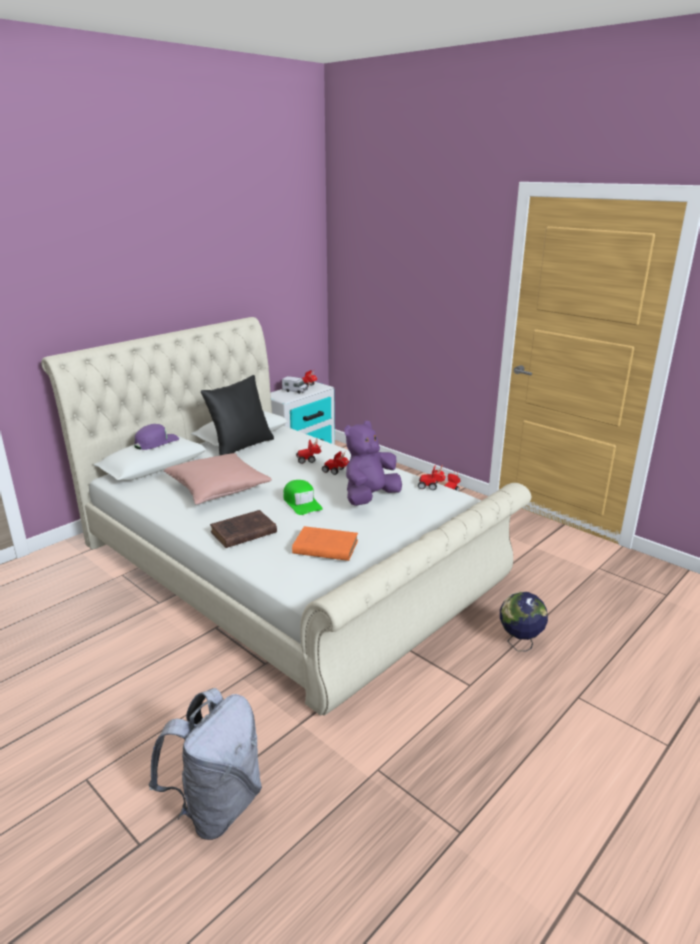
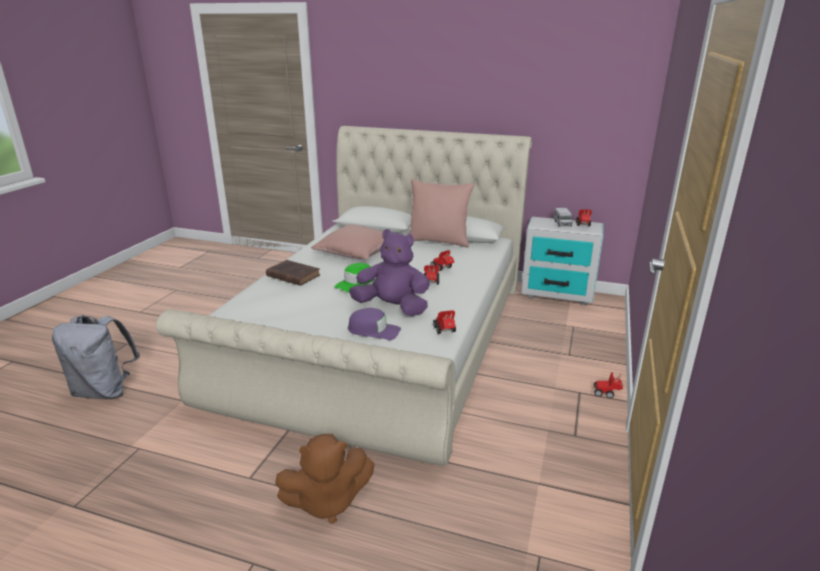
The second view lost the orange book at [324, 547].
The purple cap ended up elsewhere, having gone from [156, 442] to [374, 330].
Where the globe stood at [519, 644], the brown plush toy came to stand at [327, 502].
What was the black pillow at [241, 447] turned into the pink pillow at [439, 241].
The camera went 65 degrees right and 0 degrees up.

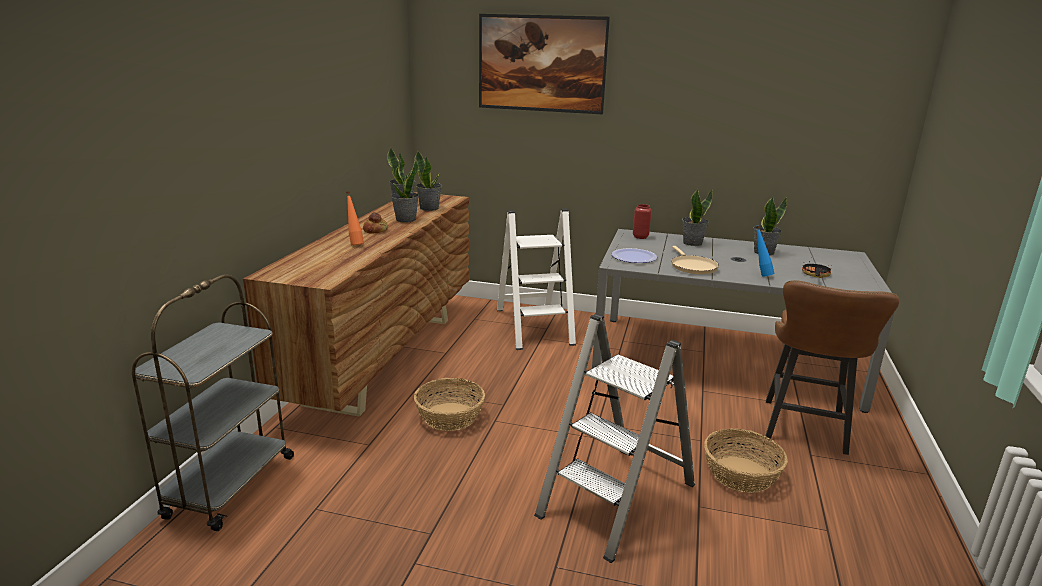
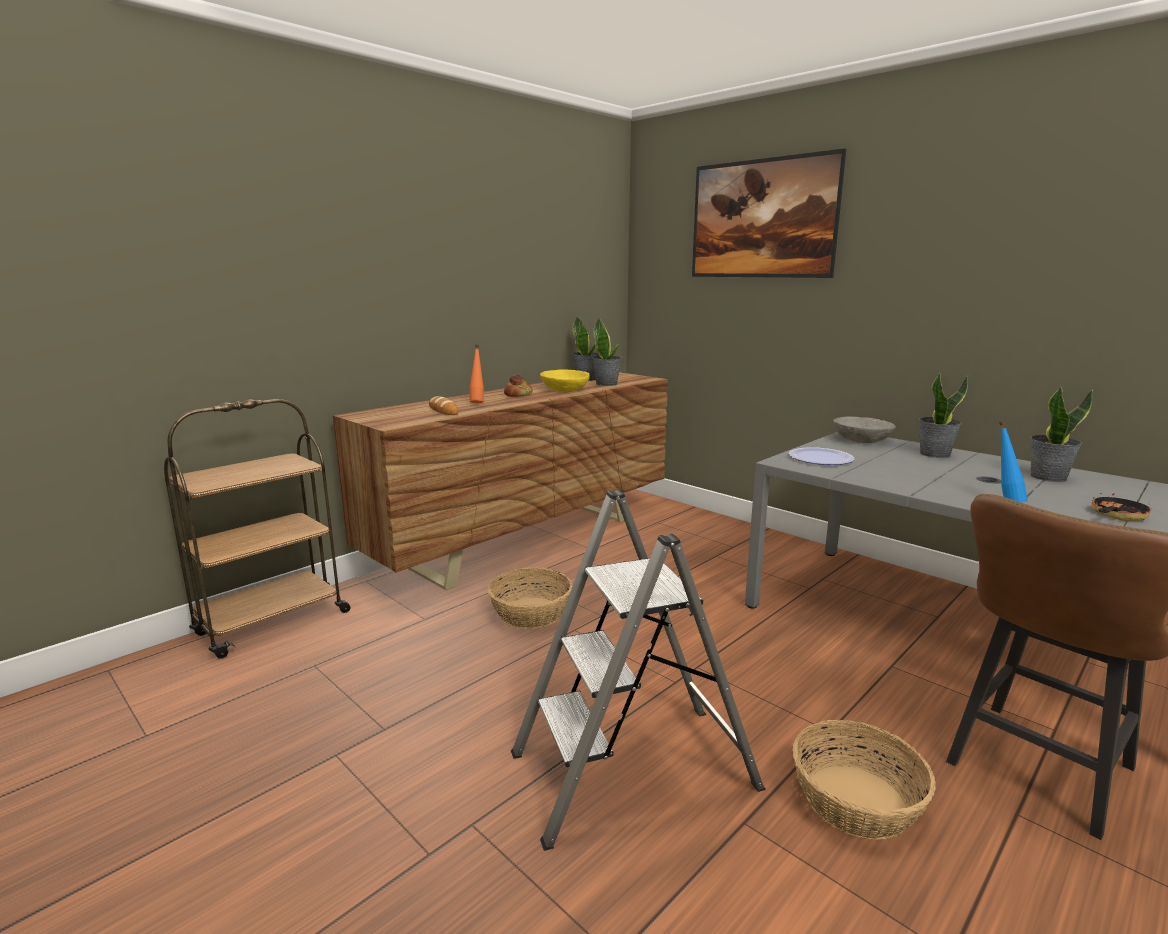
The second view lost the white step ladder at [534, 326].
The second view lost the beige frying pan at [692, 266].
The second view gained the bread at [443, 410].
Where the potted plant stood at [405, 219], the yellow bowl came to stand at [565, 390].
Where the red vase stood at [640, 237], the grey bowl came to stand at [861, 440].
What was the grey cart at [229, 488] turned into the brown cart at [271, 624].
The camera went 30 degrees right and 5 degrees down.

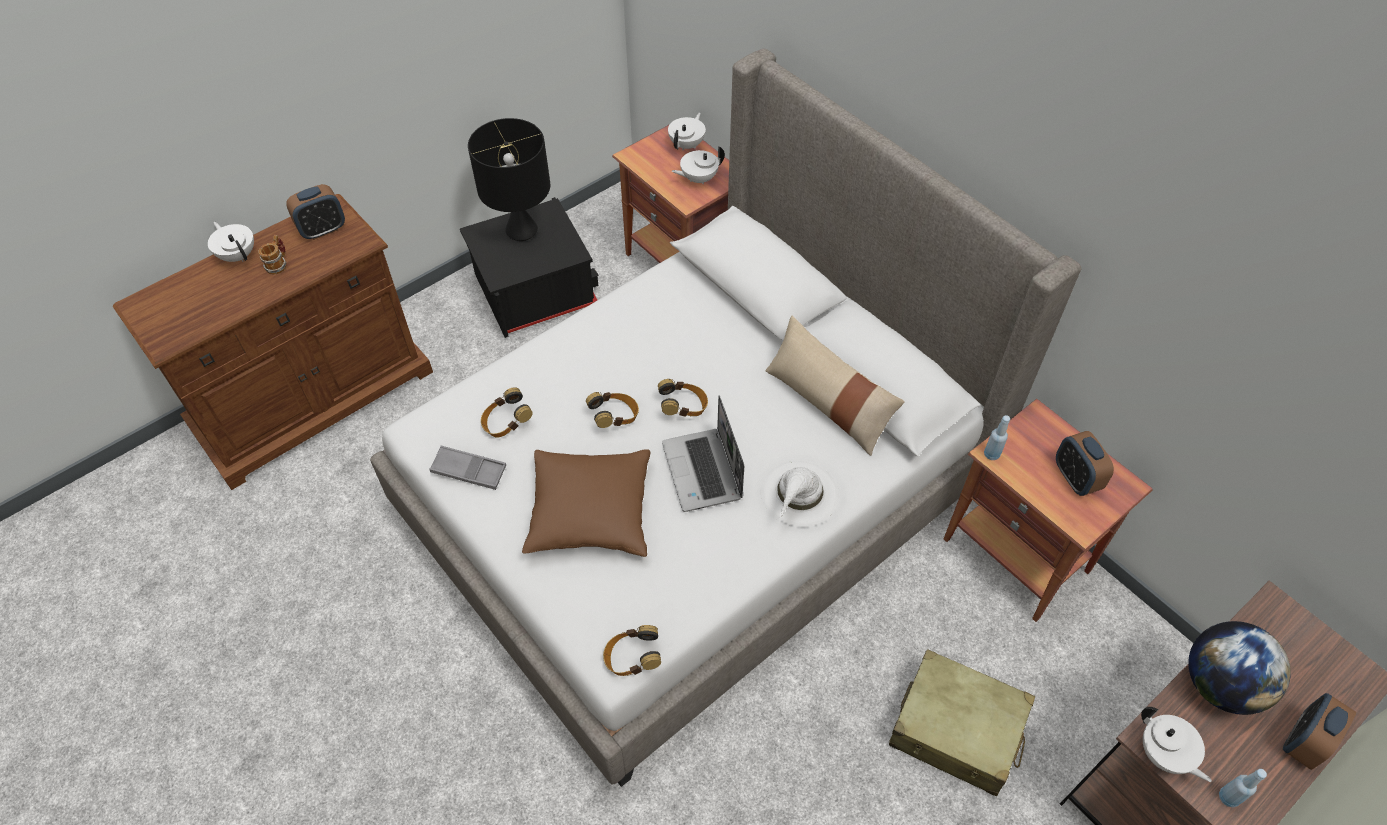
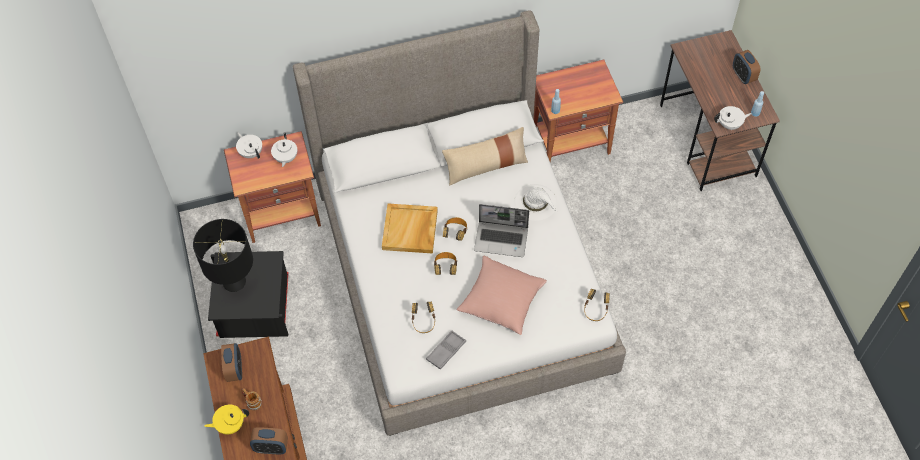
The second view lost the beige suitcase at [956, 730].
The second view lost the globe at [1219, 684].
The second view gained the beige tray at [410, 230].
The alarm clock ended up elsewhere, having gone from [1075, 478] to [271, 447].
What was the white teapot at [238, 255] turned into the yellow teapot at [230, 424].
What was the brown pillow at [590, 512] turned into the pink pillow at [501, 300].
The camera went 65 degrees left and 5 degrees up.

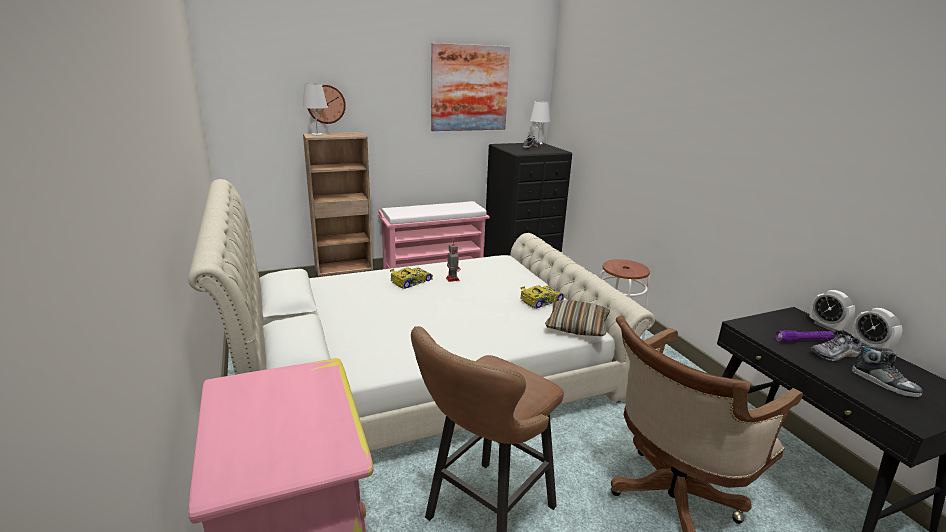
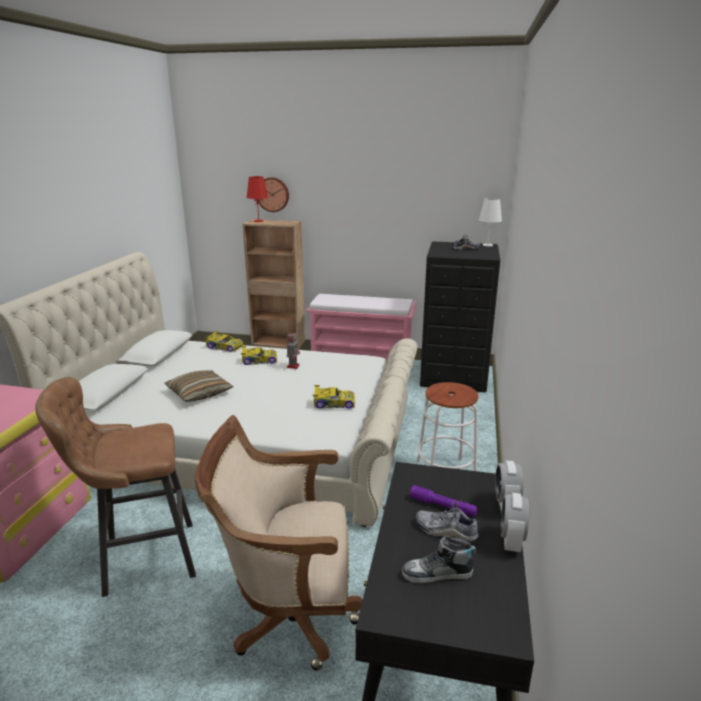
The second view lost the picture at [469, 88].
The second view gained the toy car at [224, 346].
The pillow ended up elsewhere, having gone from [576, 326] to [199, 393].
What was the white table lamp at [317, 134] turned into the red table lamp at [258, 221].
The shoe at [884, 383] ended up facing another way, 90 degrees clockwise from before.
The camera went 35 degrees right and 0 degrees up.

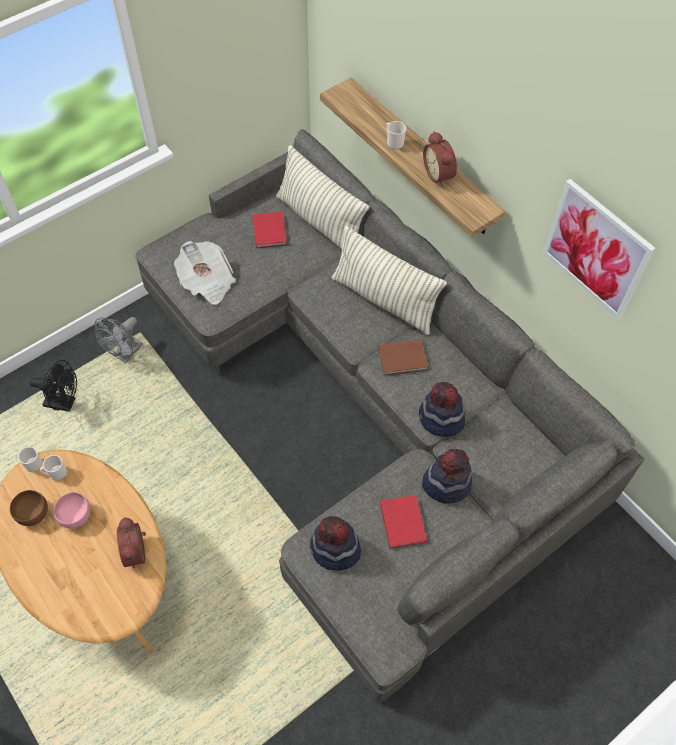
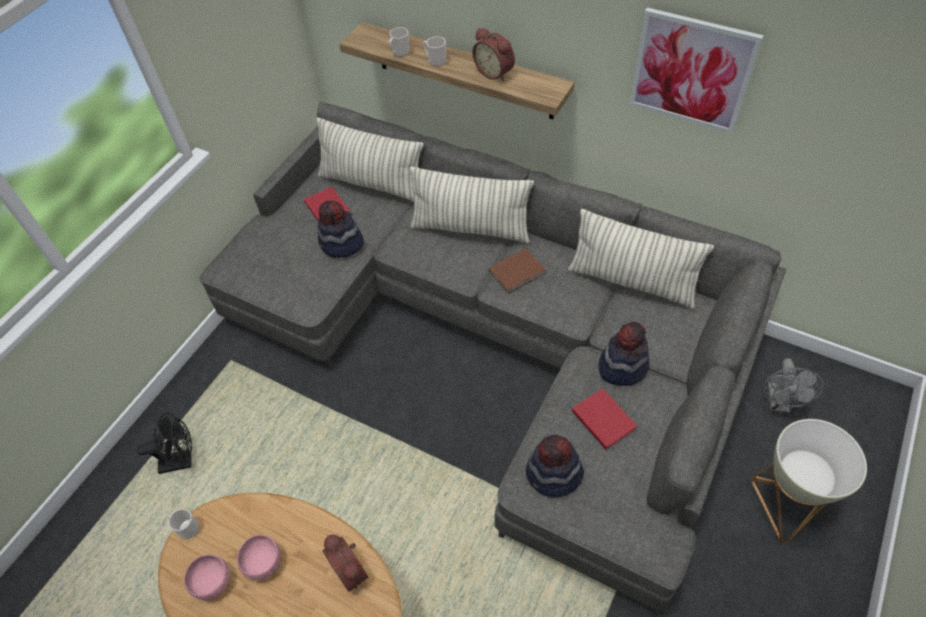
The second view lost the newspaper at [207, 282].
The second view gained the pillow at [631, 282].
The second view gained the planter at [784, 503].
The mug ended up elsewhere, having gone from [56, 473] to [399, 53].
The grey fan ended up elsewhere, having gone from [125, 354] to [779, 403].
The hat ended up elsewhere, having gone from [440, 419] to [341, 244].
What was the brown bowl at [33, 514] turned into the pink bowl at [213, 582].
The camera went 20 degrees left and 5 degrees down.

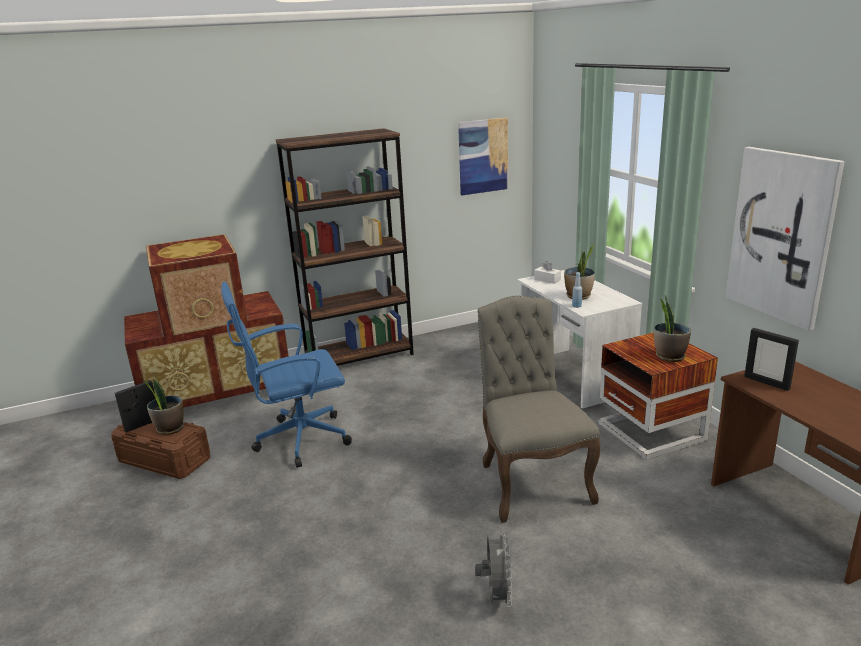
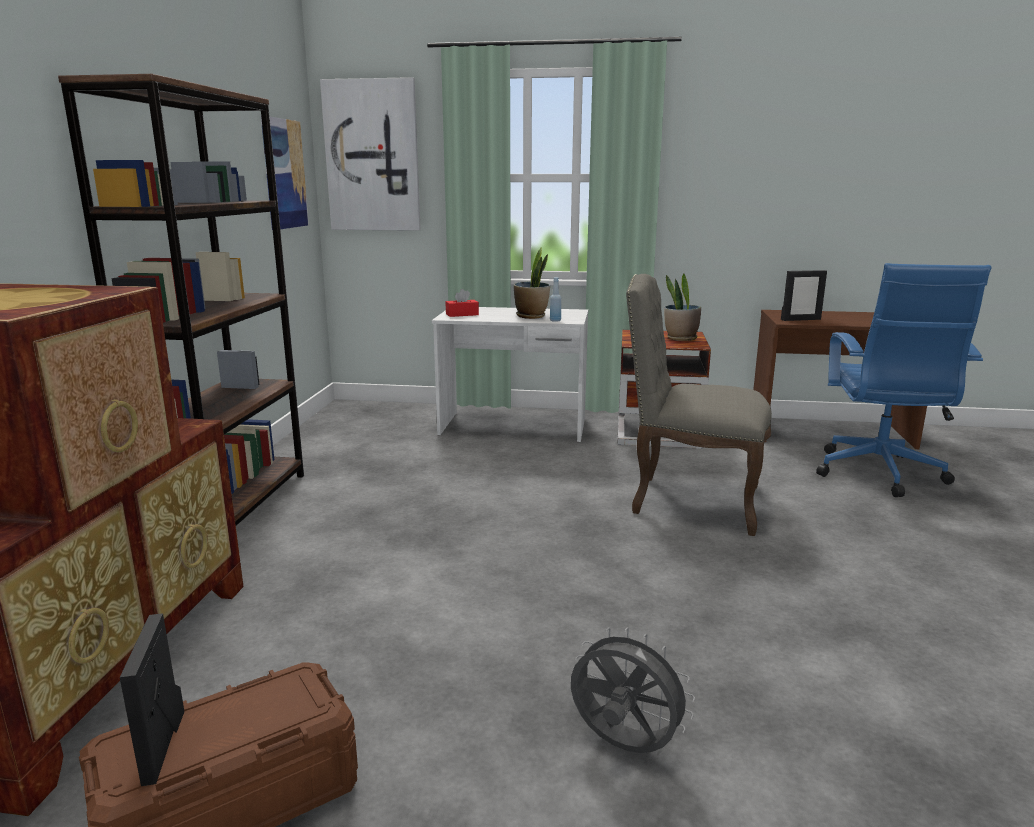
The second view lost the potted plant at [170, 428].
The blue office chair ended up elsewhere, having gone from [298, 440] to [879, 475].
The grey fan ended up elsewhere, having gone from [496, 597] to [622, 746].
The picture ended up elsewhere, having gone from [781, 236] to [372, 156].
What was the white tissue box at [547, 279] turned into the red tissue box at [462, 314].
The camera went 60 degrees left and 5 degrees down.

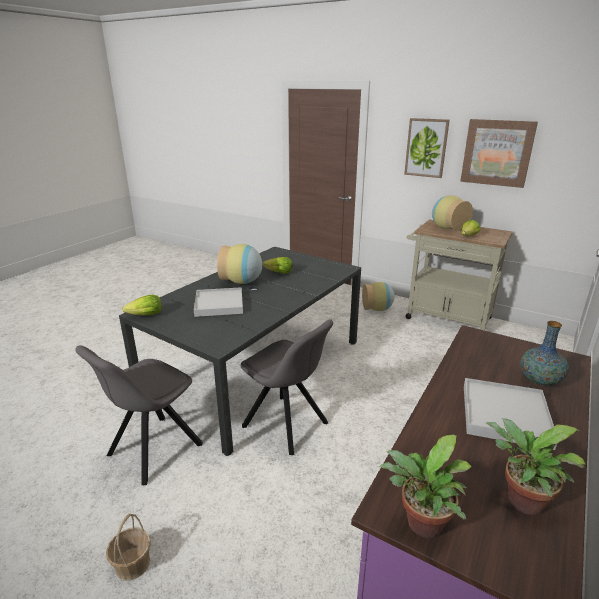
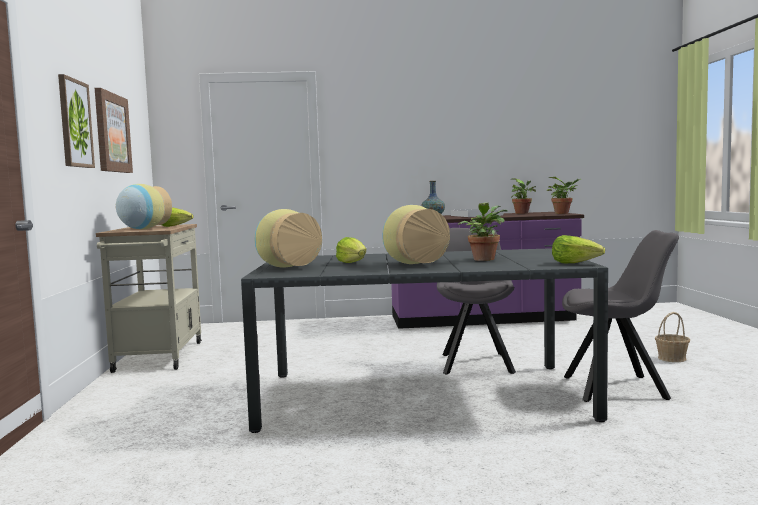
The vase ended up elsewhere, having gone from [377, 309] to [286, 267].
Where the white tray stood at [219, 304], the potted plant came to stand at [484, 259].
The camera went 125 degrees left and 20 degrees down.

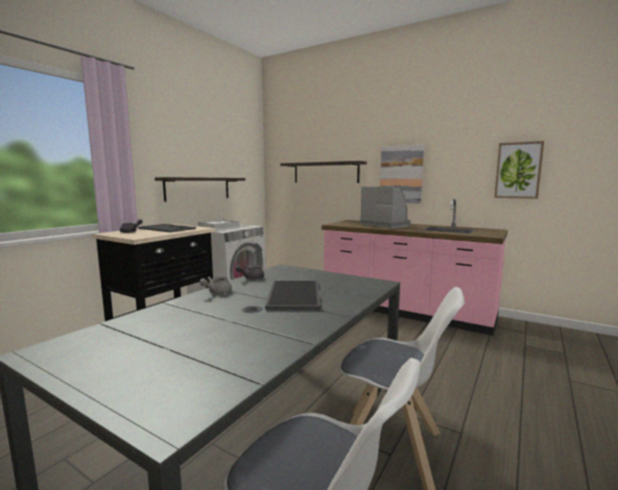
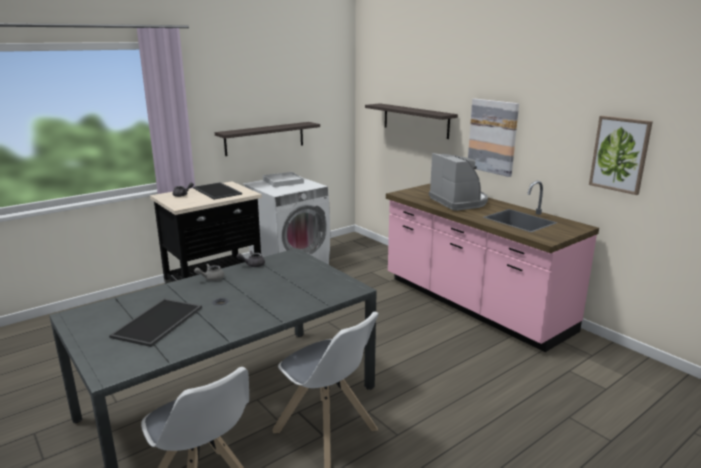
The tray ended up elsewhere, having gone from [295, 295] to [158, 322].
The camera went 20 degrees right and 10 degrees up.

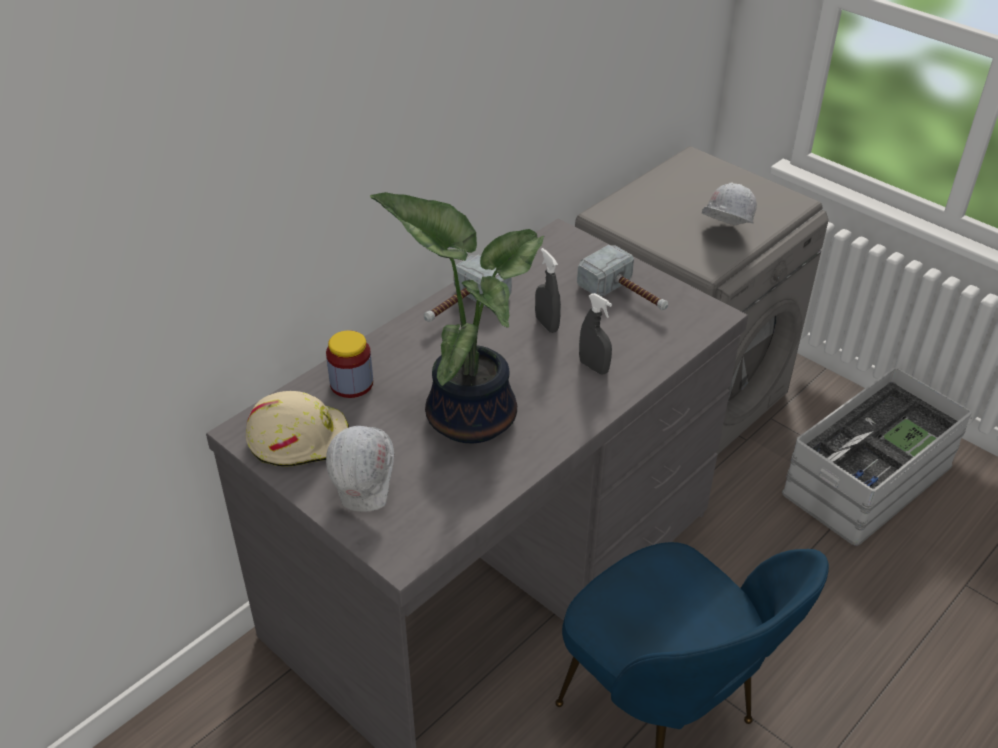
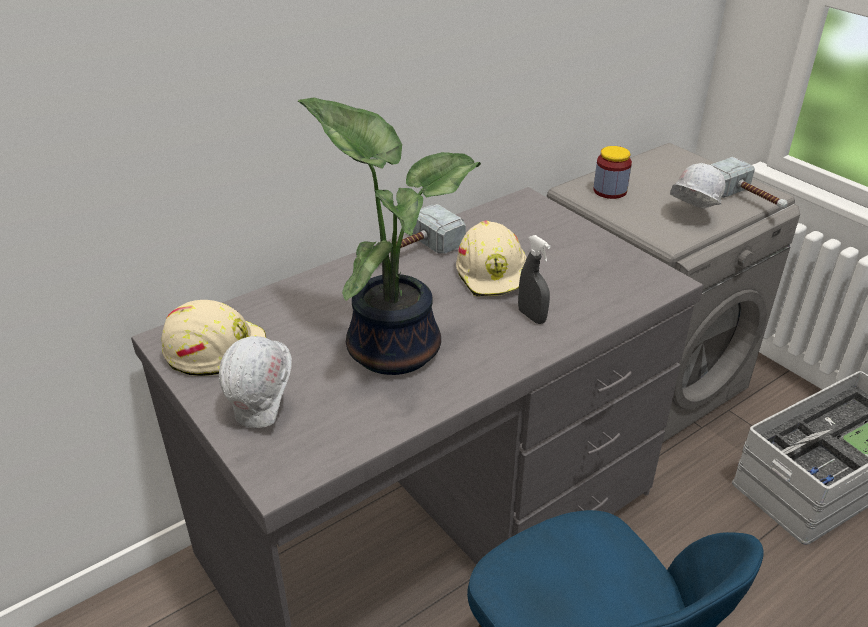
The jar ended up elsewhere, having gone from [351, 384] to [610, 191].
The hammer ended up elsewhere, having gone from [626, 296] to [746, 199].
Where the grey spray bottle stood at [546, 324], the beige hard hat came to stand at [493, 274].
The camera went 10 degrees right and 5 degrees down.

